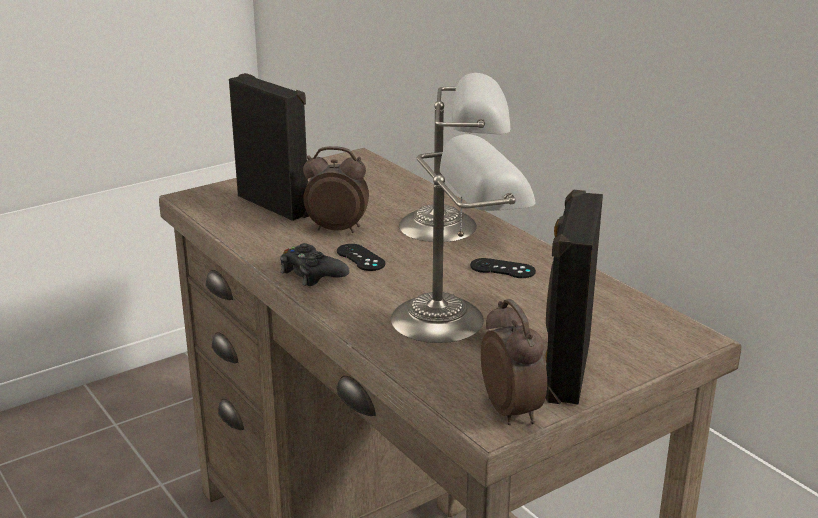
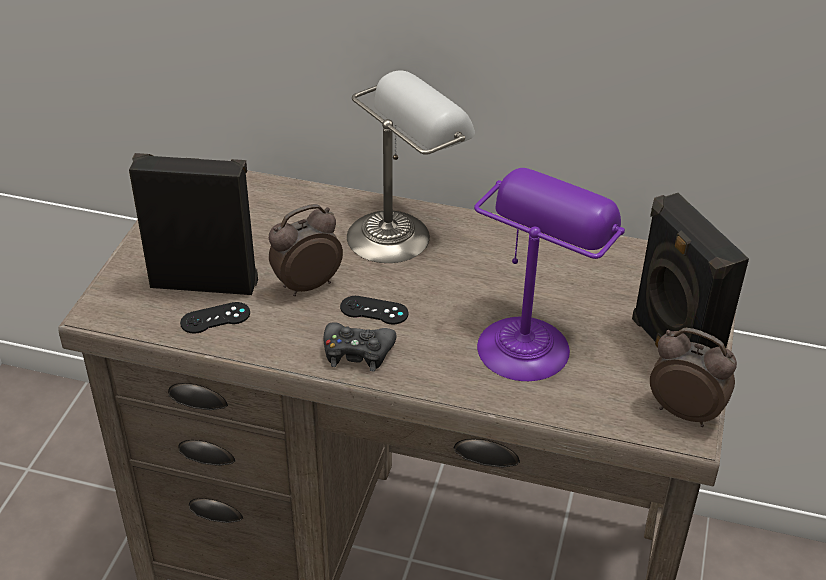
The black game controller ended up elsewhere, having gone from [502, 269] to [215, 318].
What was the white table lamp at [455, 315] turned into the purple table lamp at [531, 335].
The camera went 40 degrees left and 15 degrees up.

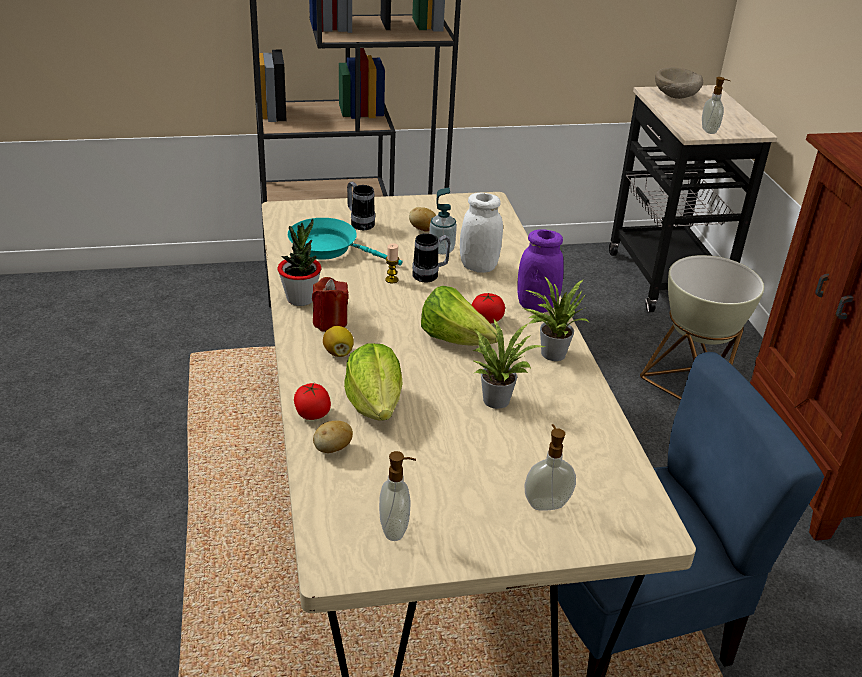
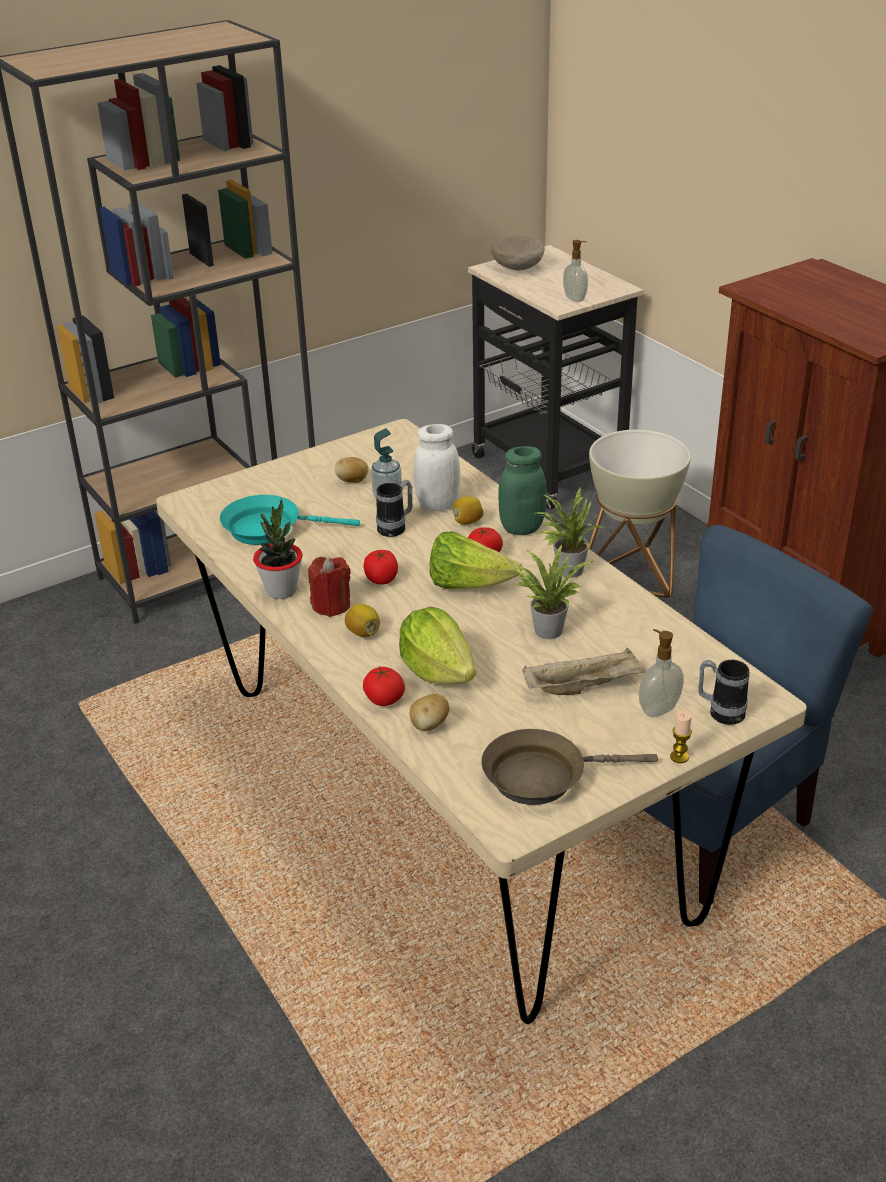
The second view gained the tomato at [381, 579].
The second view gained the lemon at [467, 522].
The second view gained the beige tray at [584, 686].
The mug ended up elsewhere, having gone from [359, 223] to [720, 712].
The candle ended up elsewhere, having gone from [391, 280] to [679, 757].
Where the soap dispenser stood at [395, 529], the brown frying pan came to stand at [542, 776].
What was the purple jar at [536, 306] turned into the green jar at [522, 528].
The camera went 20 degrees left and 0 degrees up.

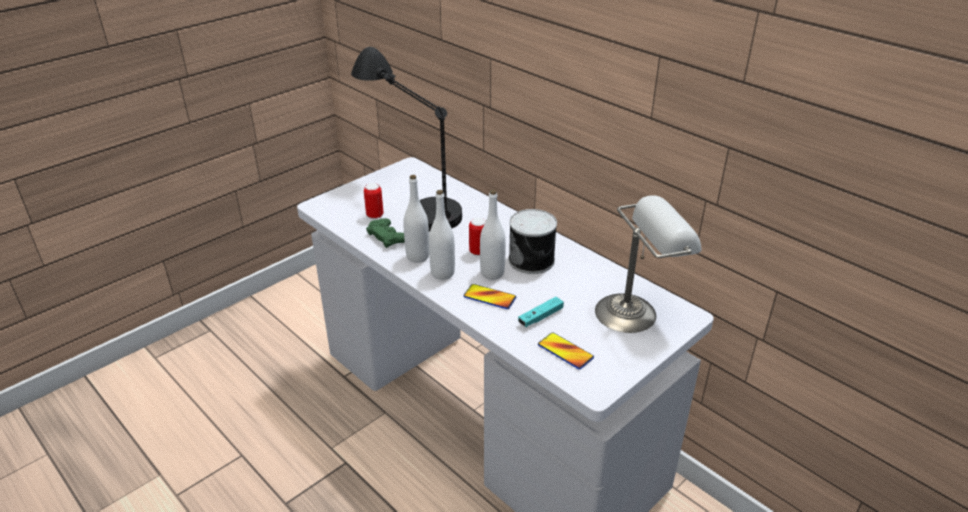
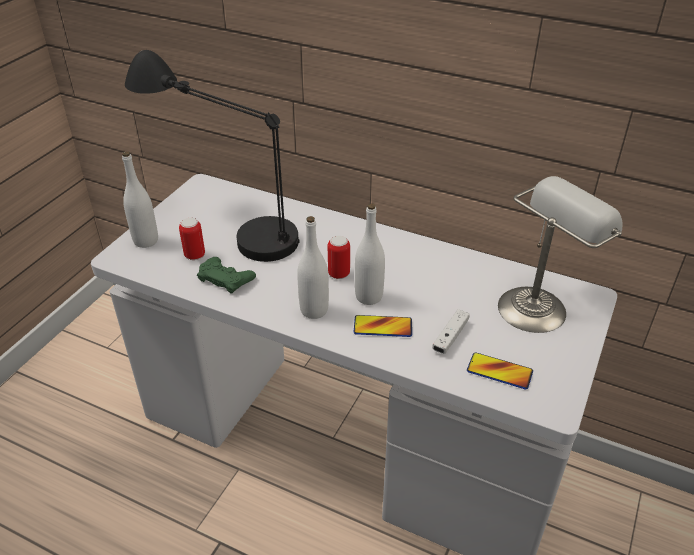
The second view lost the can at [532, 260].
The white bottle ended up elsewhere, having gone from [417, 257] to [146, 241].
What was the turquoise game controller at [540, 317] turned into the white game controller at [450, 337].
The camera went 20 degrees left and 5 degrees up.

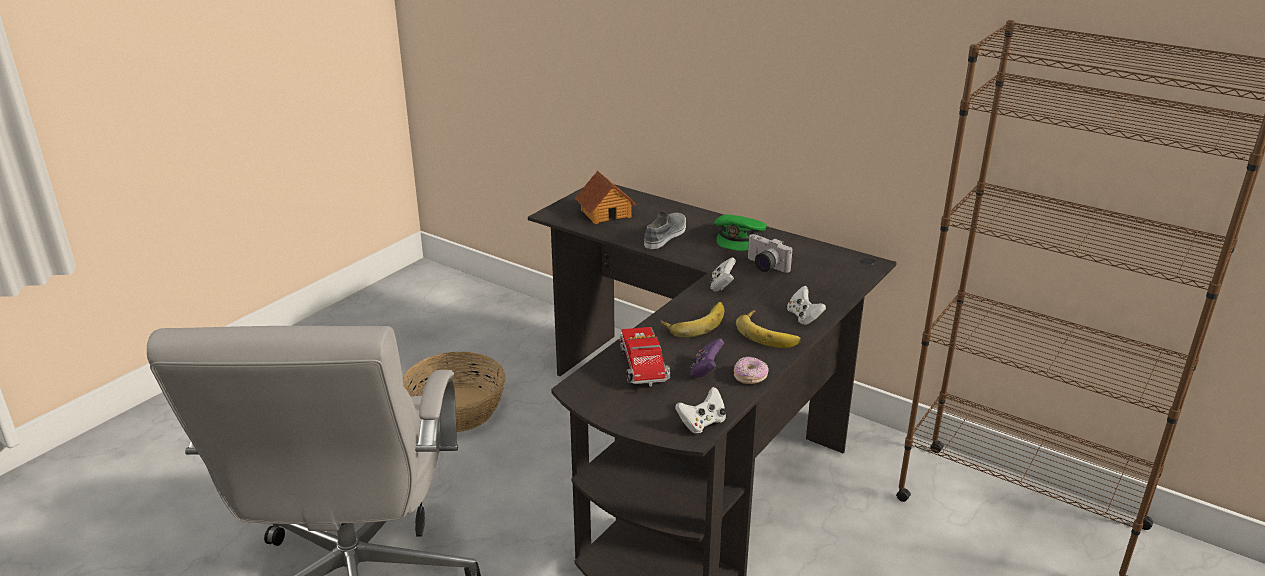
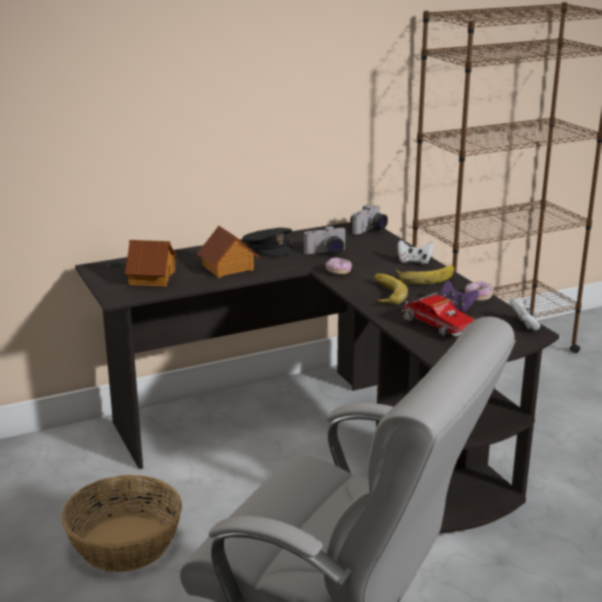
The second view gained the photo camera at [370, 230].
Where the grey shoe stood at [666, 235], the toy house came to stand at [228, 268].
Where the white game controller stood at [722, 285], the donut came to stand at [338, 272].
What was the green cap at [739, 237] turned into the black cap at [269, 247].
The toy truck at [644, 369] ended up facing another way, 150 degrees counterclockwise from before.
The camera went 60 degrees left and 5 degrees down.

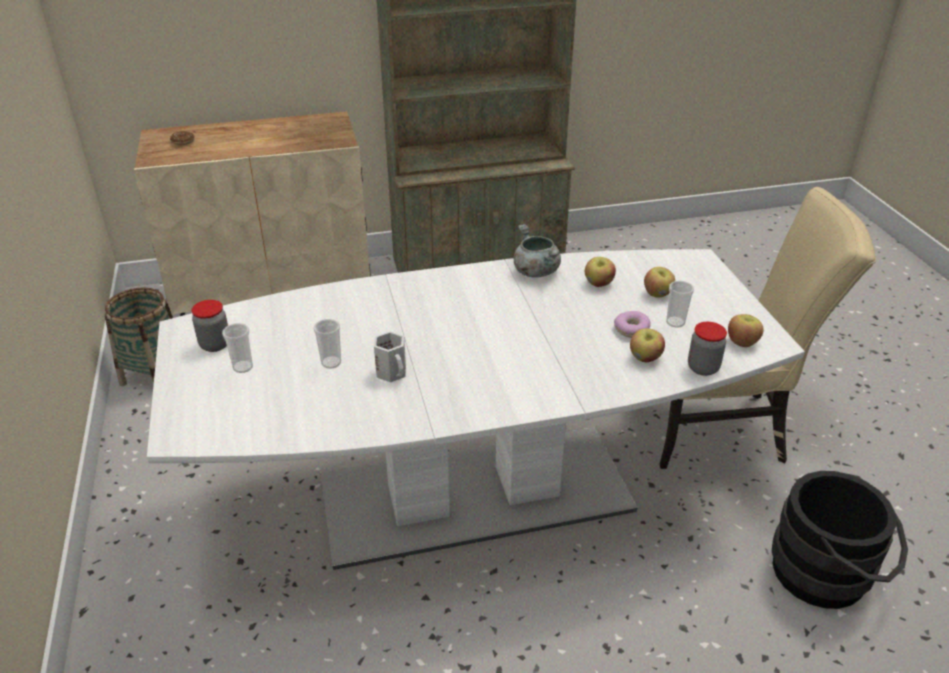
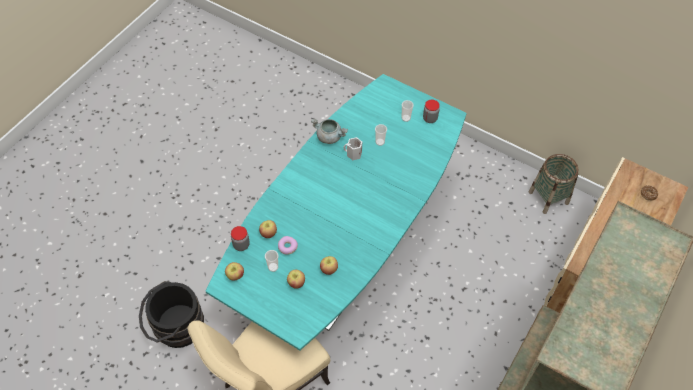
The grey cooking pot ended up elsewhere, having gone from [535, 271] to [329, 137].
What was the white dining table at [473, 494] turned into the turquoise dining table at [345, 252].
The camera went 135 degrees right and 20 degrees up.

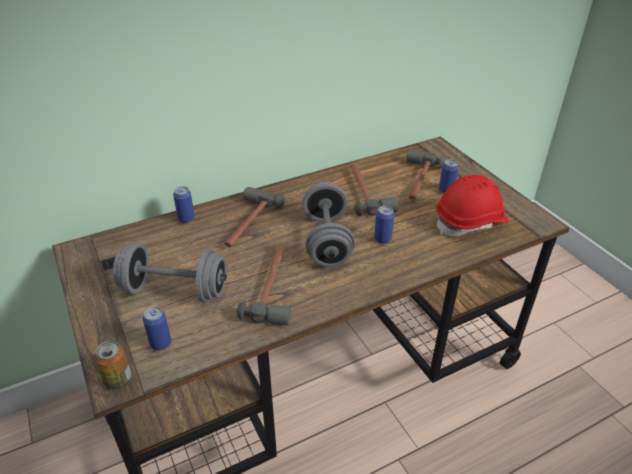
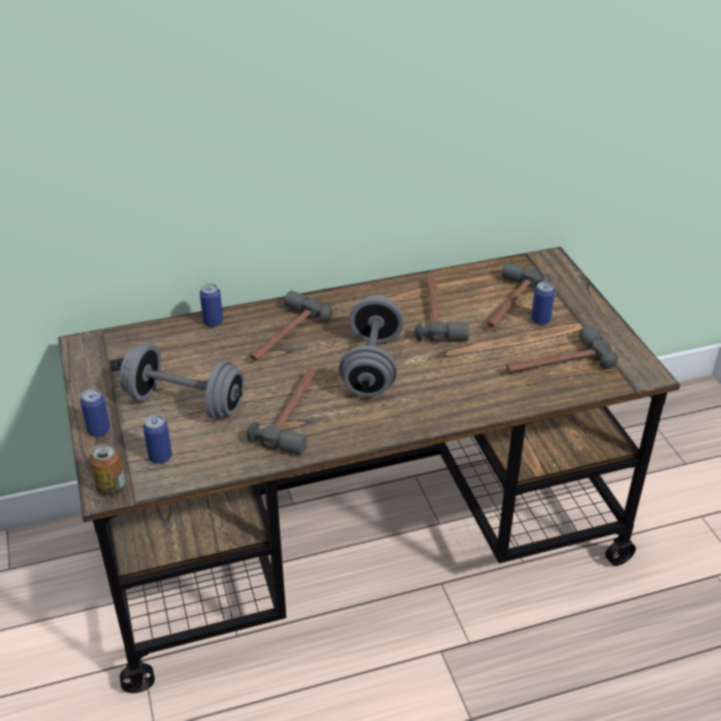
The can ended up elsewhere, having gone from [382, 239] to [99, 430].
Where the red hard hat stood at [470, 222], the hammer came to stand at [556, 363].
The camera went 10 degrees right and 0 degrees up.

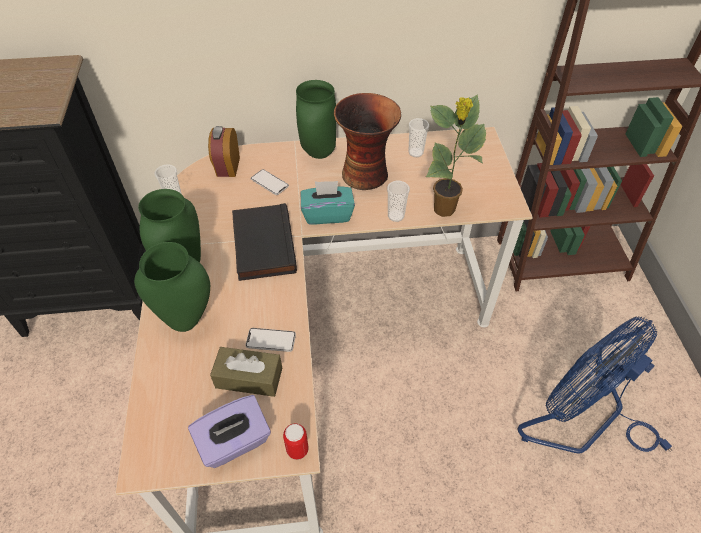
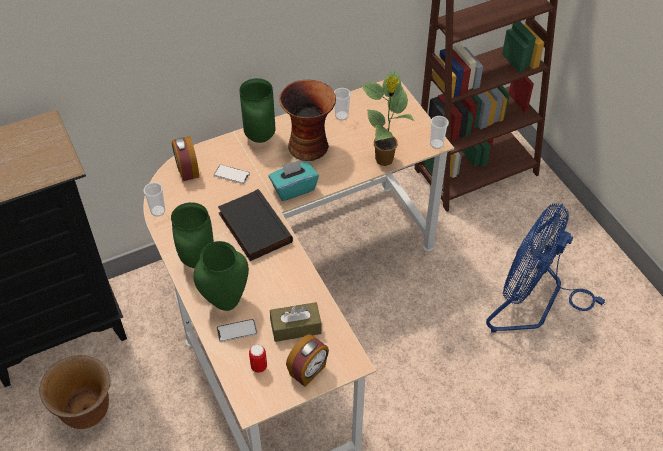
The second view gained the brown planter at [87, 411].
The phone ended up elsewhere, having gone from [271, 340] to [237, 331].
The can ended up elsewhere, having gone from [297, 449] to [259, 366].
The cup ended up elsewhere, having gone from [396, 216] to [436, 144].
Where the purple tissue box stood at [234, 442], the alarm clock came to stand at [308, 371].
The camera went 20 degrees left and 0 degrees up.

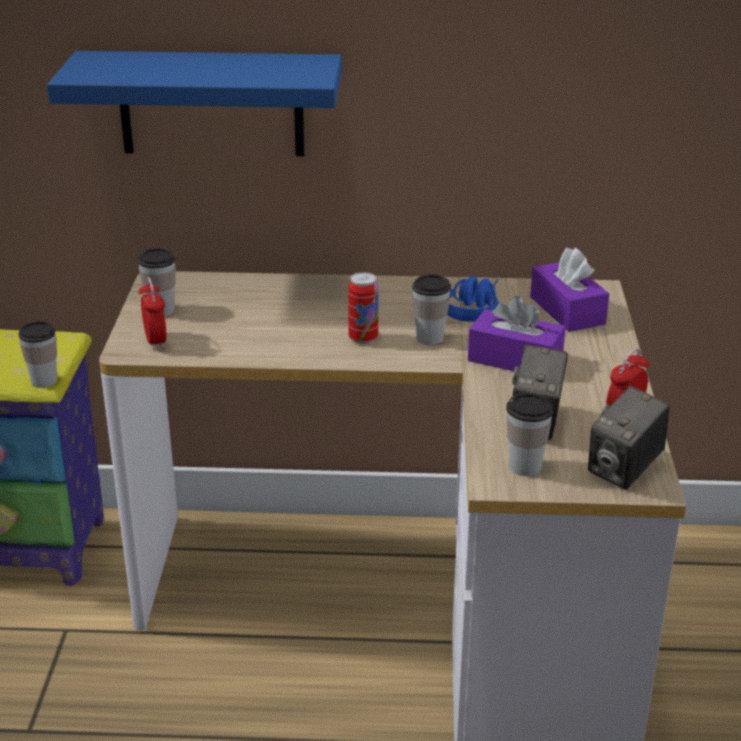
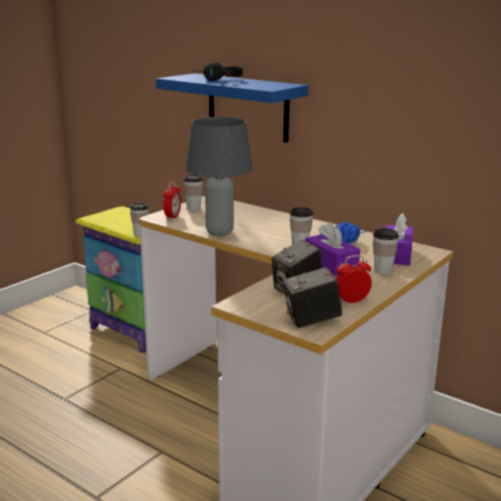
The second view lost the can at [363, 338].
The second view gained the grey table lamp at [220, 232].
The second view gained the black headphones at [218, 80].
The cup ended up elsewhere, having gone from [525, 466] to [383, 271].
The camera went 35 degrees right and 10 degrees down.

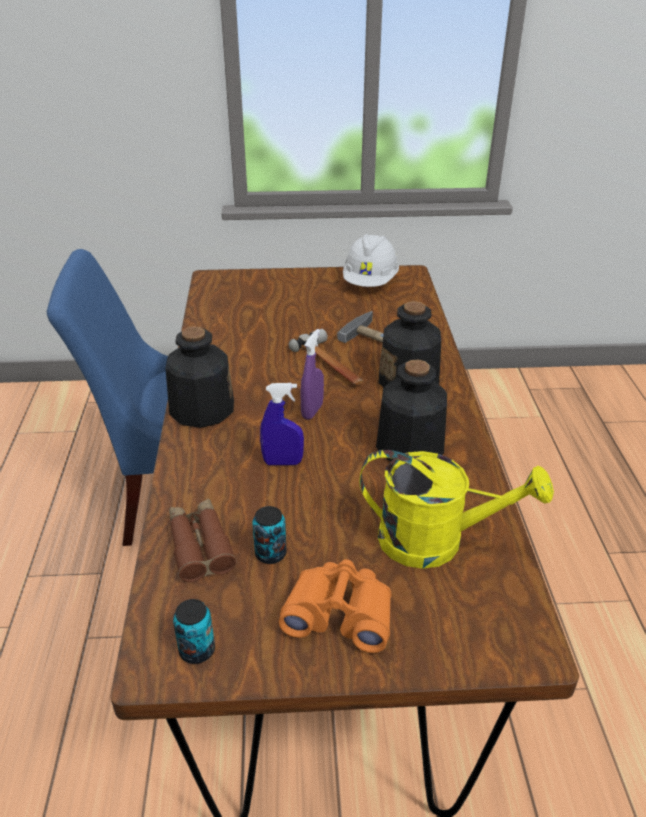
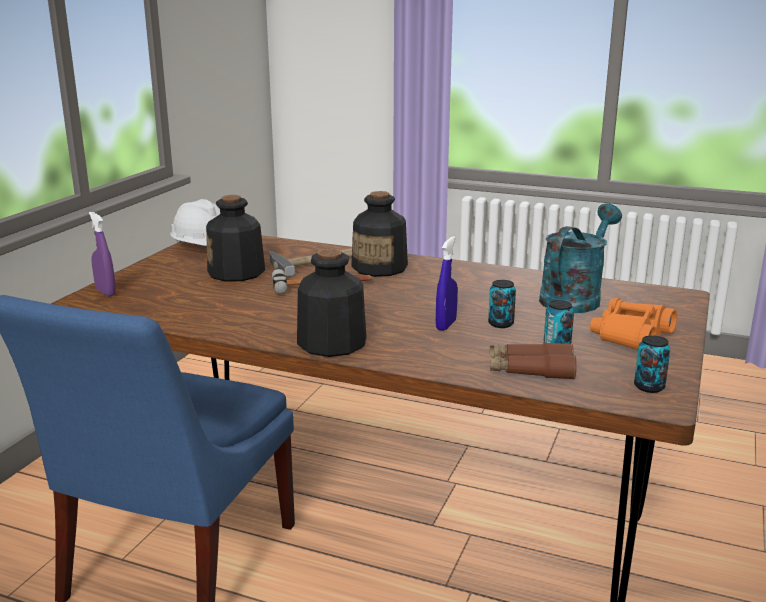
The second view gained the can at [500, 324].
The purple spray bottle ended up elsewhere, having gone from [312, 411] to [105, 292].
The bottle ended up elsewhere, having gone from [409, 446] to [236, 273].
What was the yellow watering can at [436, 541] turned into the turquoise watering can at [574, 297].
The camera went 65 degrees left and 15 degrees down.

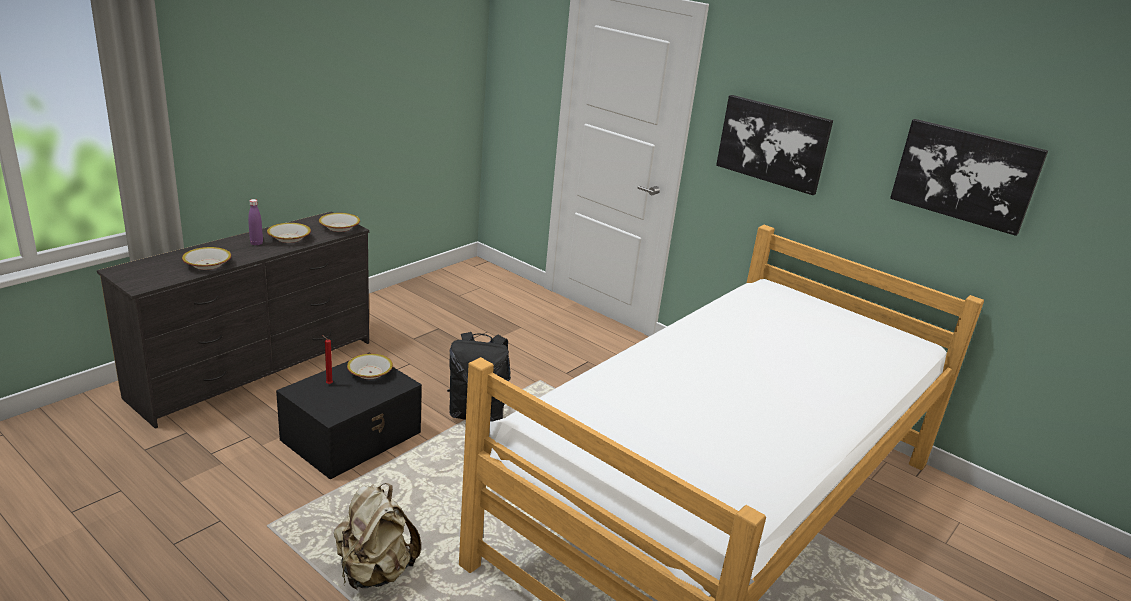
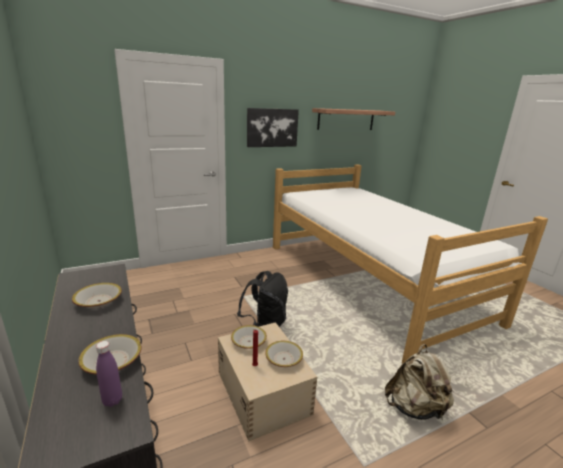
The purple bottle ended up elsewhere, having gone from [256, 243] to [112, 400].
The bowl ended up elsewhere, having gone from [339, 227] to [283, 359].
Where the picture hung at [965, 175], the shelf came to hang at [346, 119].
What was the black storage box at [353, 436] turned into the beige storage box at [263, 391].
The camera went 65 degrees left and 5 degrees down.

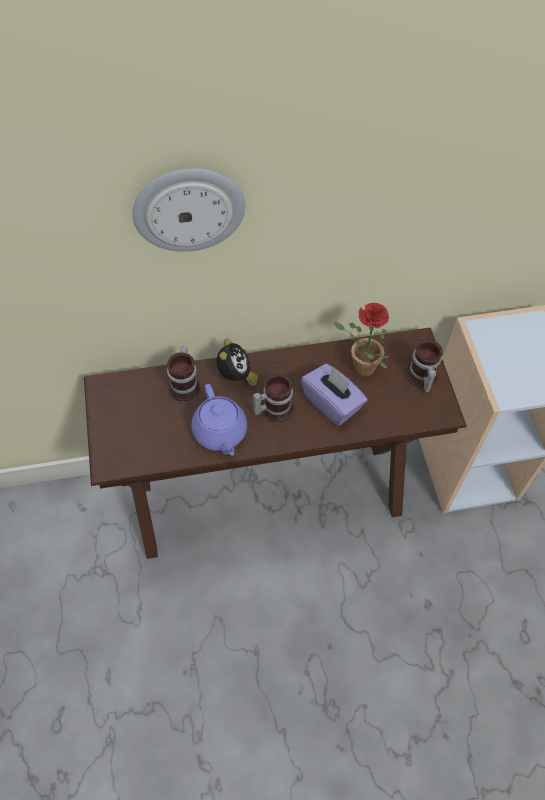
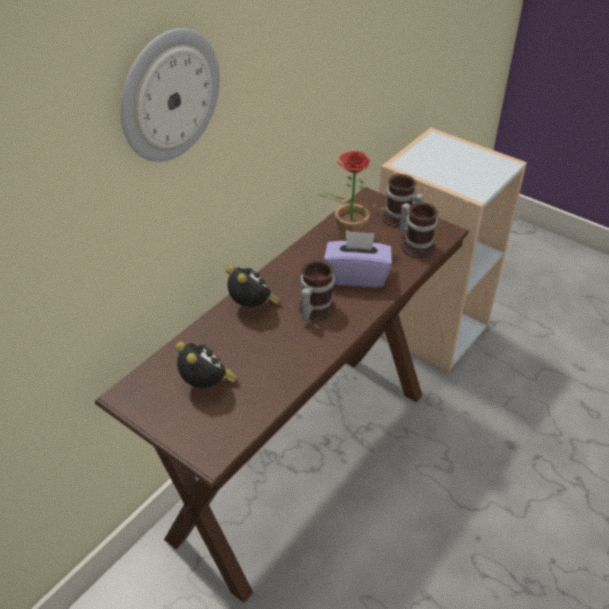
The second view lost the purple teapot at [220, 433].
The second view gained the alarm clock at [207, 385].
The mug ended up elsewhere, having gone from [186, 384] to [416, 245].
The camera went 40 degrees left and 15 degrees down.

